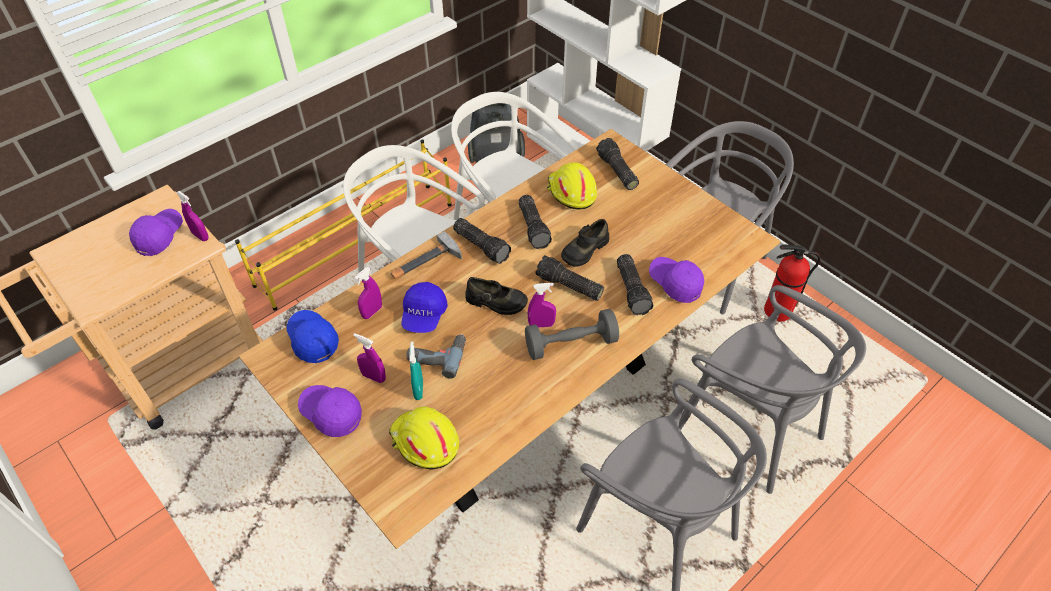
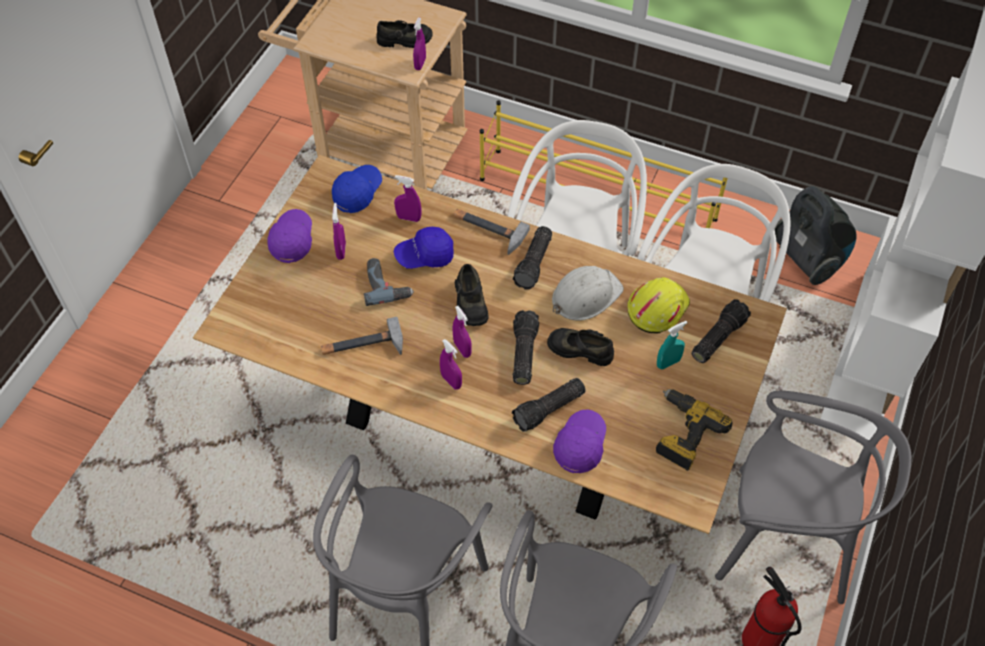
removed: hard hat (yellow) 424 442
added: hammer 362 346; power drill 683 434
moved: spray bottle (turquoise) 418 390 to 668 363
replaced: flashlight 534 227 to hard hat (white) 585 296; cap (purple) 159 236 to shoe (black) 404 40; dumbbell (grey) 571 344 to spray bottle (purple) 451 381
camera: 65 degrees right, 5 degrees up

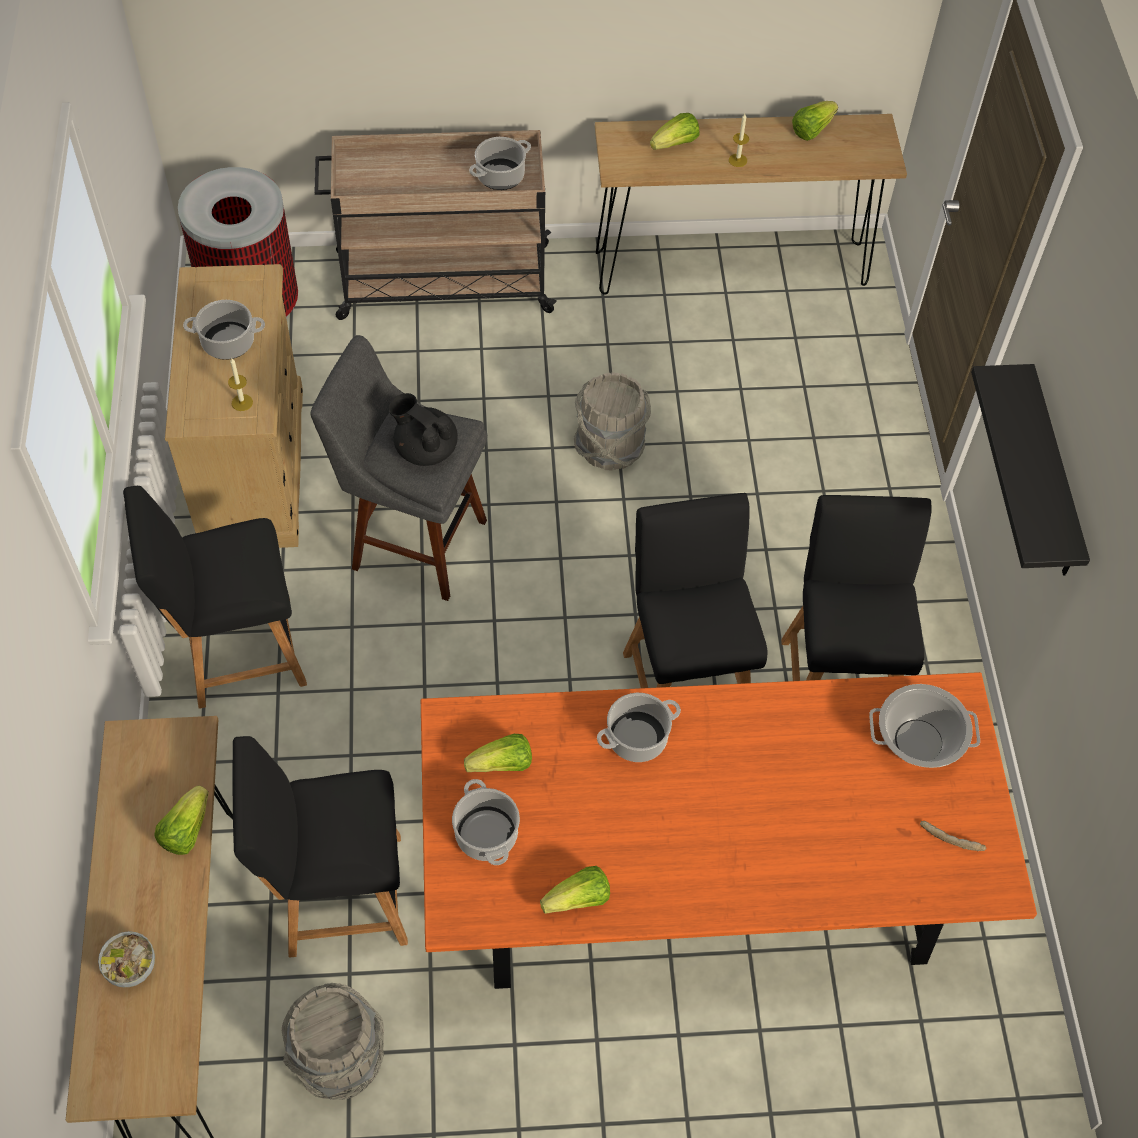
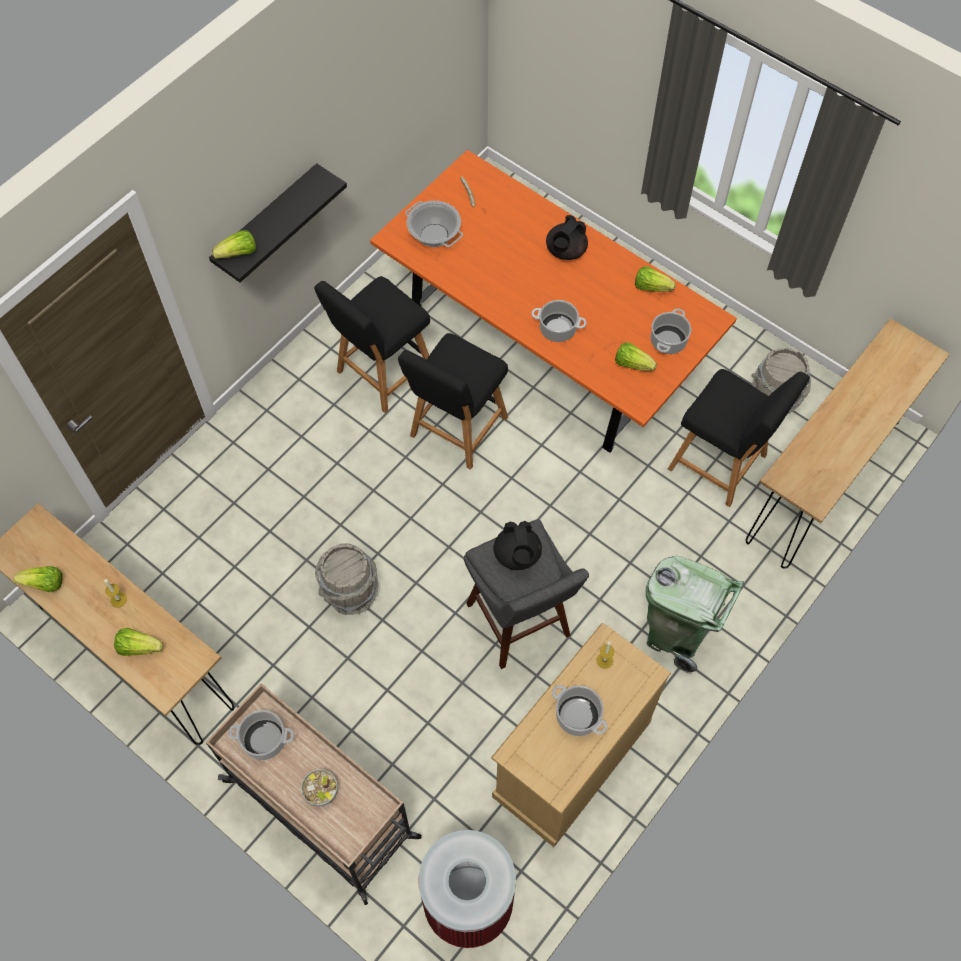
added: teapot (black) 565 251
moved: lettuce 186 830 to 238 254; bowl 131 968 to 321 791
replaced: chair (black) 237 652 to trash can (green) 676 635
camera: 135 degrees left, 5 degrees up

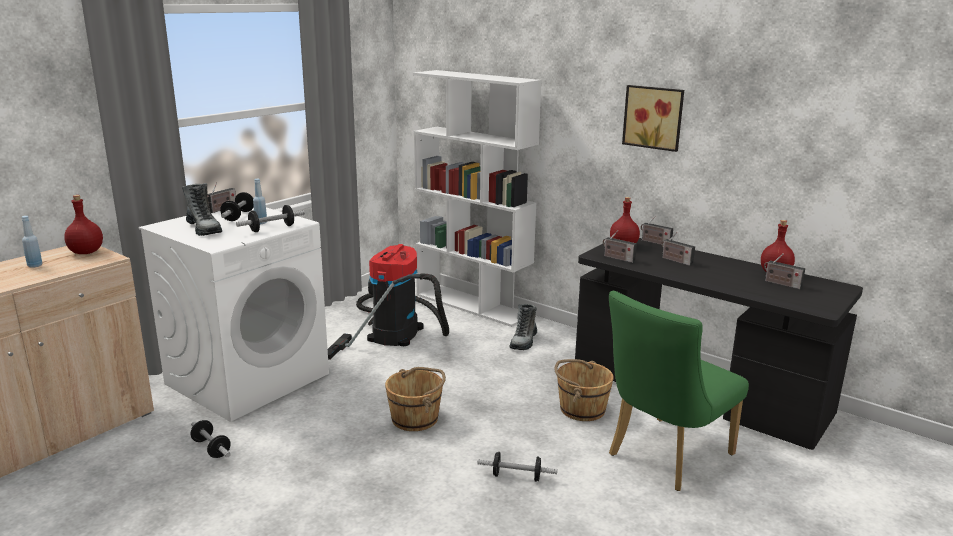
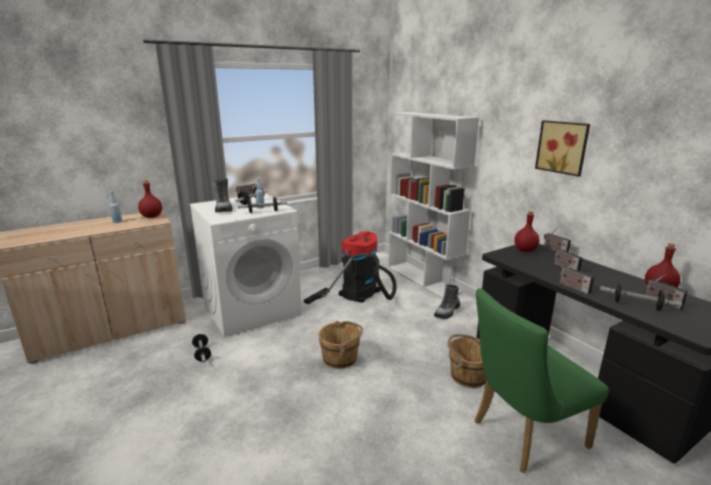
moved: radio 617 258 to 573 287; dumbbell 516 476 to 636 305
camera: 20 degrees right, 0 degrees up

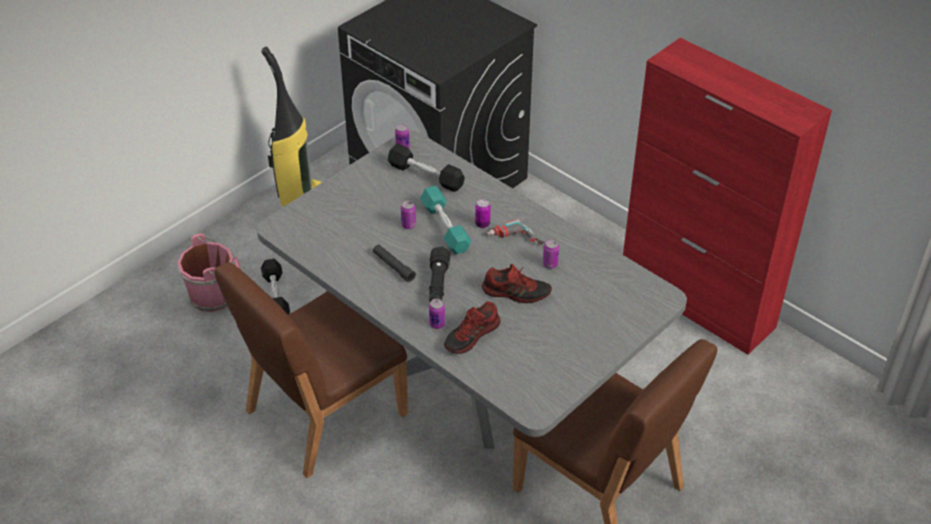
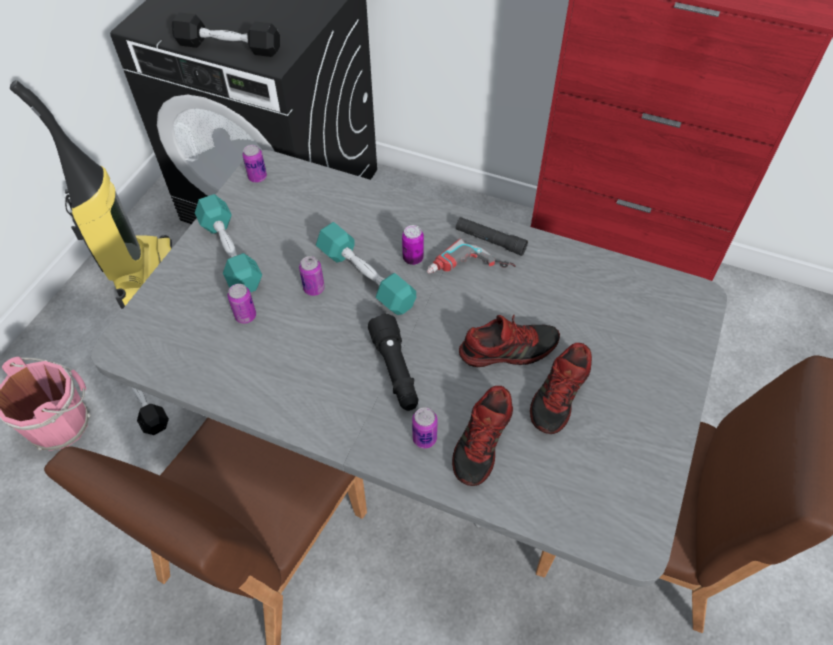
added: dumbbell (turquoise) 230 253; shoe 560 396
moved: dumbbell (black) 425 175 to 228 47; can 550 264 to 245 316; flashlight (black) 393 266 to 490 241
camera: 20 degrees left, 10 degrees up

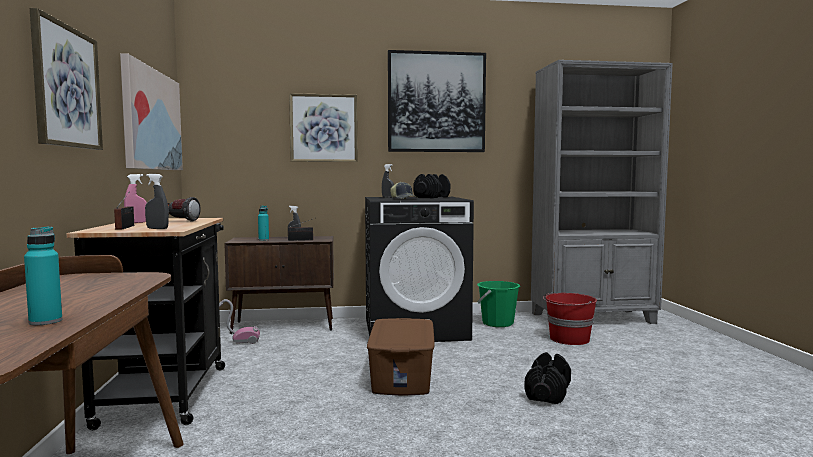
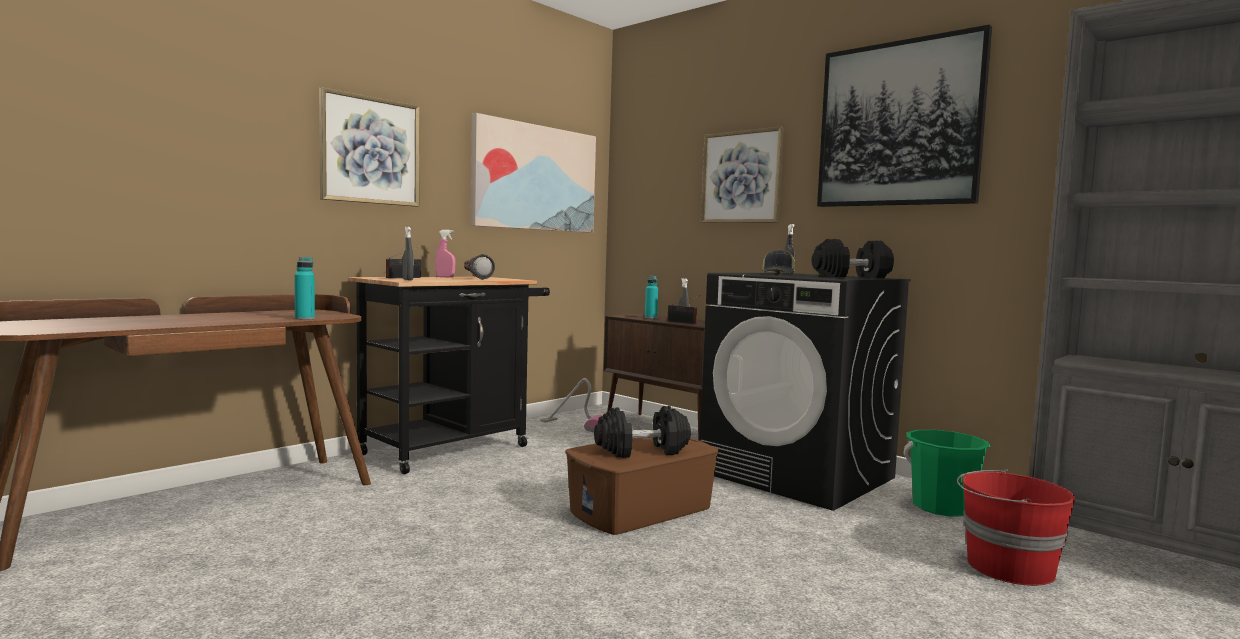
moved: bottle (turquoise) 45 321 to 304 318; dumbbell (black) 548 392 to 642 451
camera: 50 degrees right, 0 degrees up

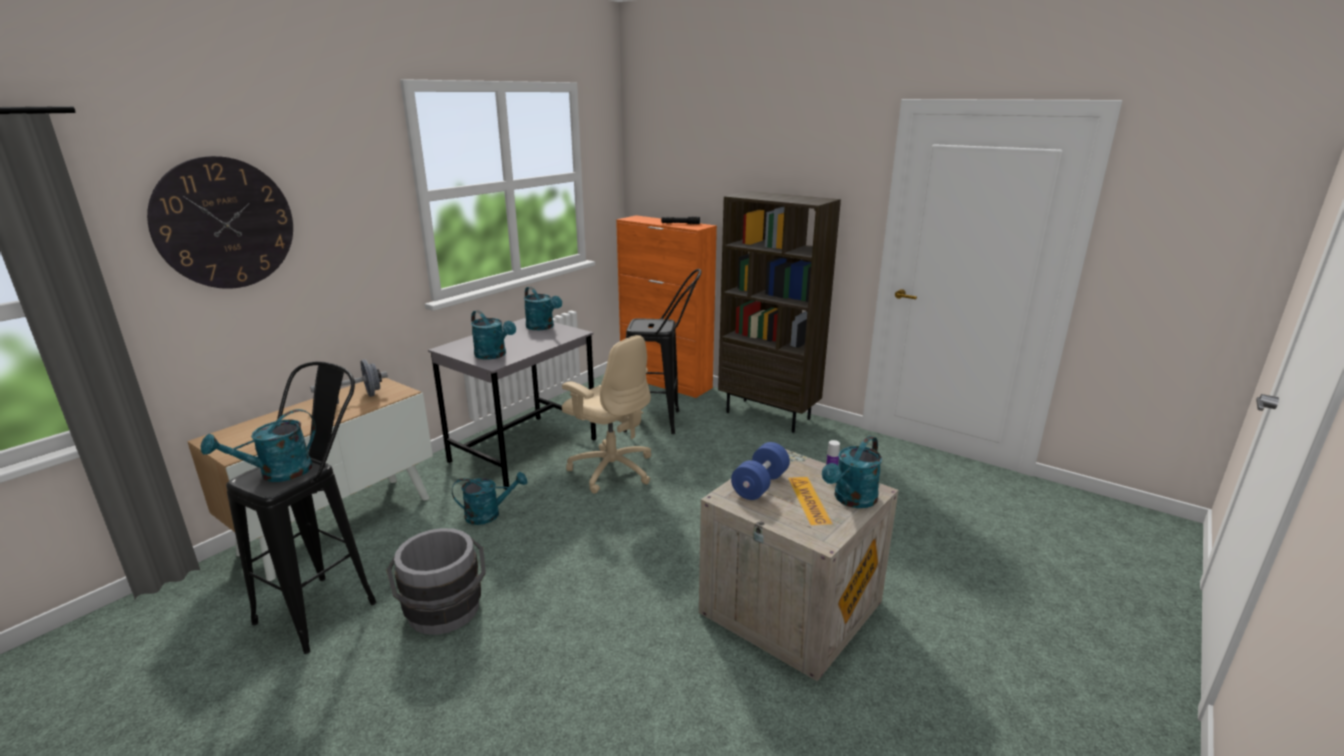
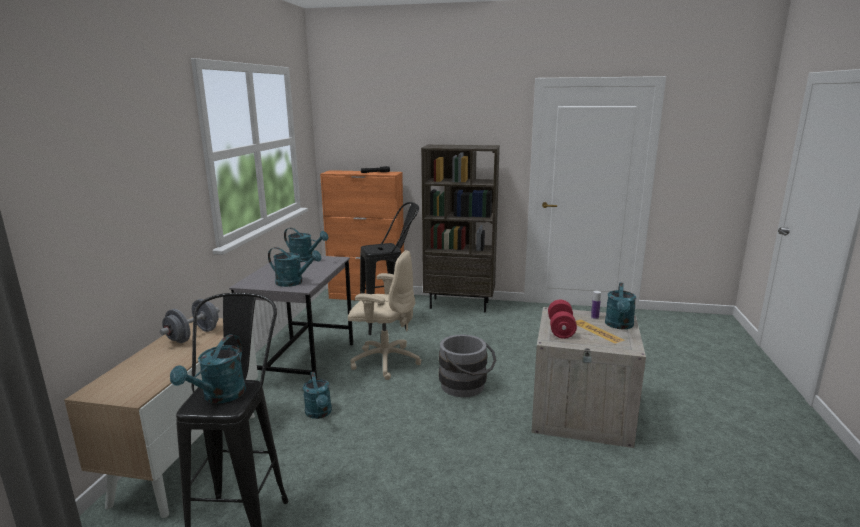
removed: wall clock 224 223
moved: bucket (grey) 445 614 to 466 387
recoloured: dumbbell (blue) 760 485 to dumbbell (red) 561 329
turned: watering can (turquoise) 489 514 = 319 414 105 degrees clockwise
camera: 25 degrees left, 5 degrees down

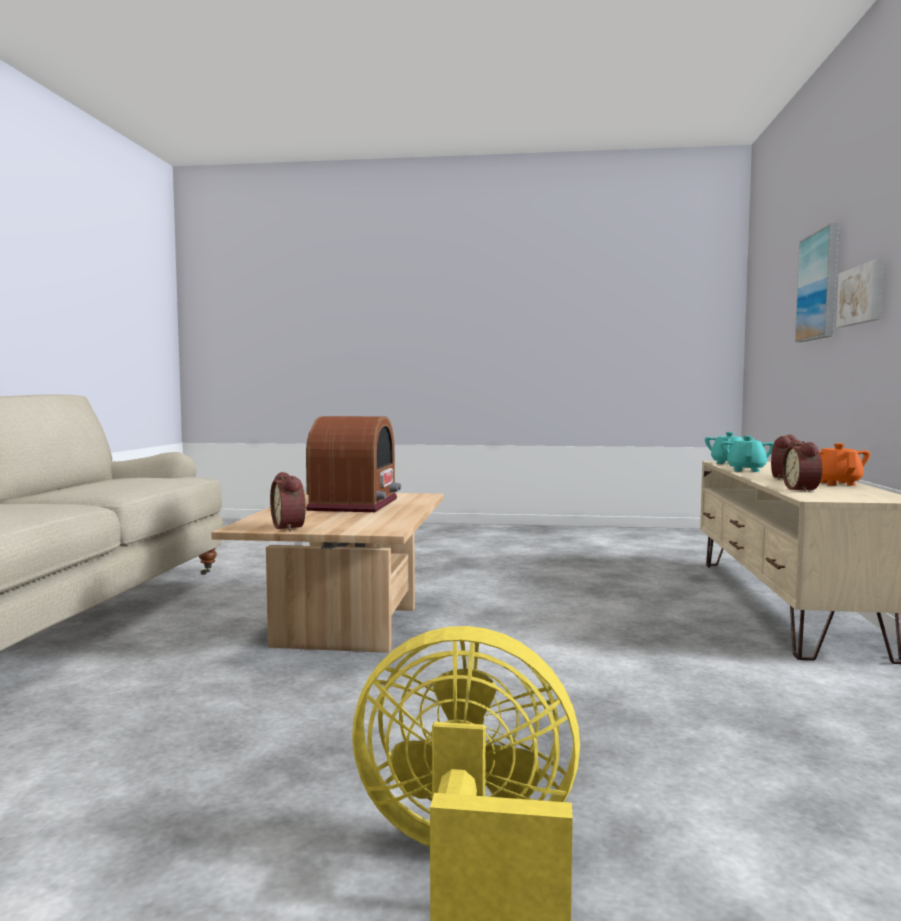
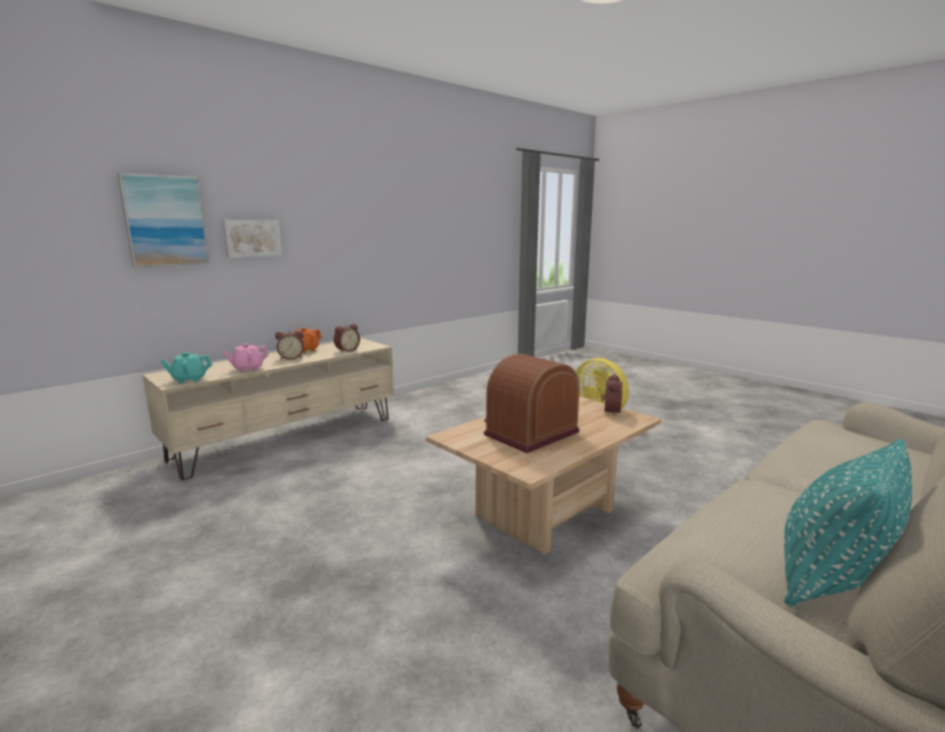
added: pillow (turquoise) 831 579
recoloured: teapot (turquoise) 746 470 to teapot (pink) 247 369
camera: 140 degrees left, 10 degrees up

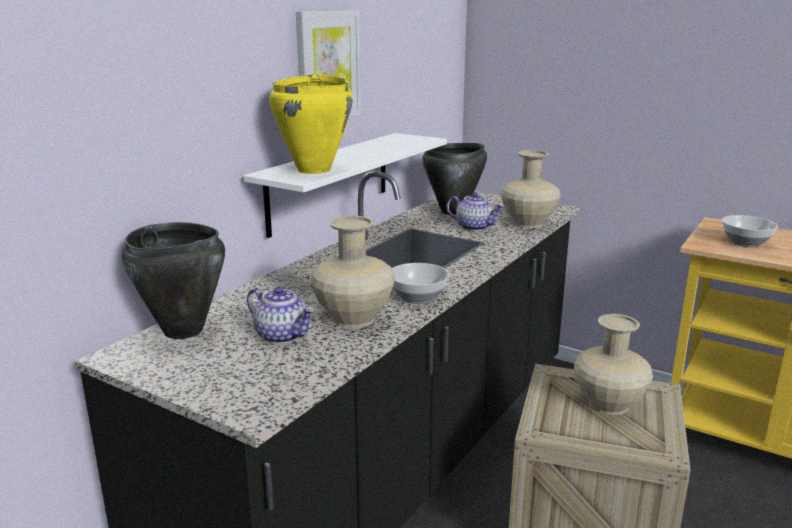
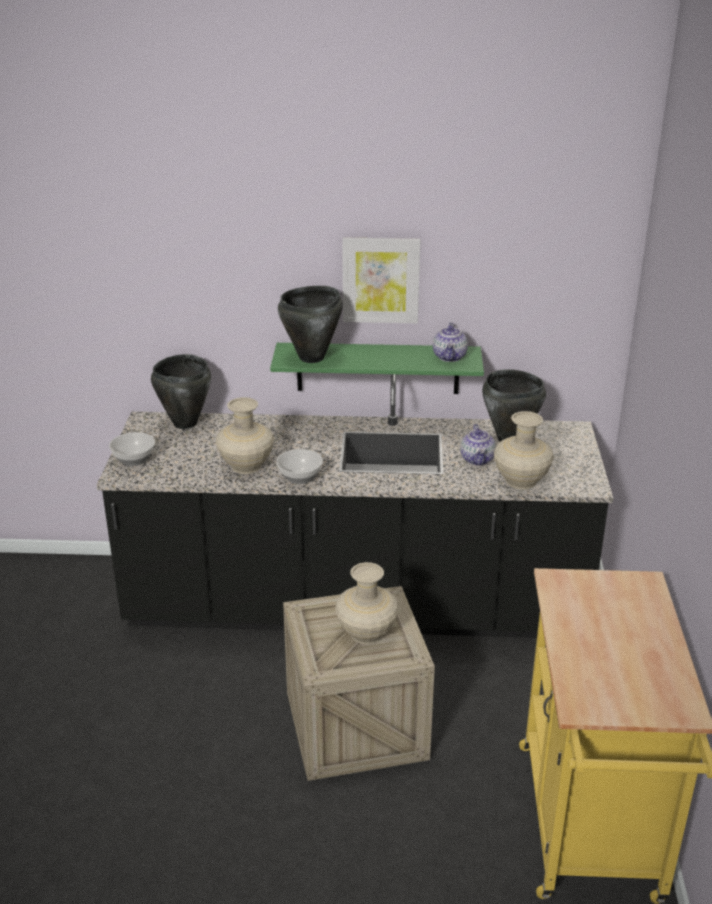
moved: bowl 746 242 to 134 460; teapot 282 335 to 450 357
recoloured: cooking pot (yellow) 315 170 to cooking pot (black) 312 358; shelf (white) 330 182 to shelf (green) 378 368
camera: 60 degrees right, 10 degrees up

